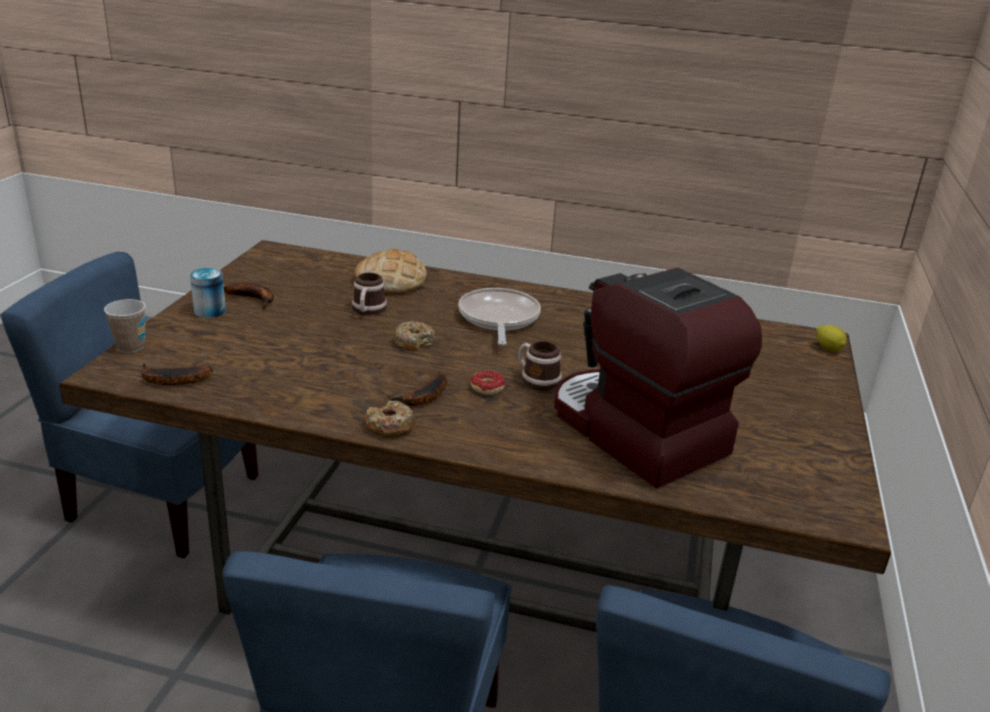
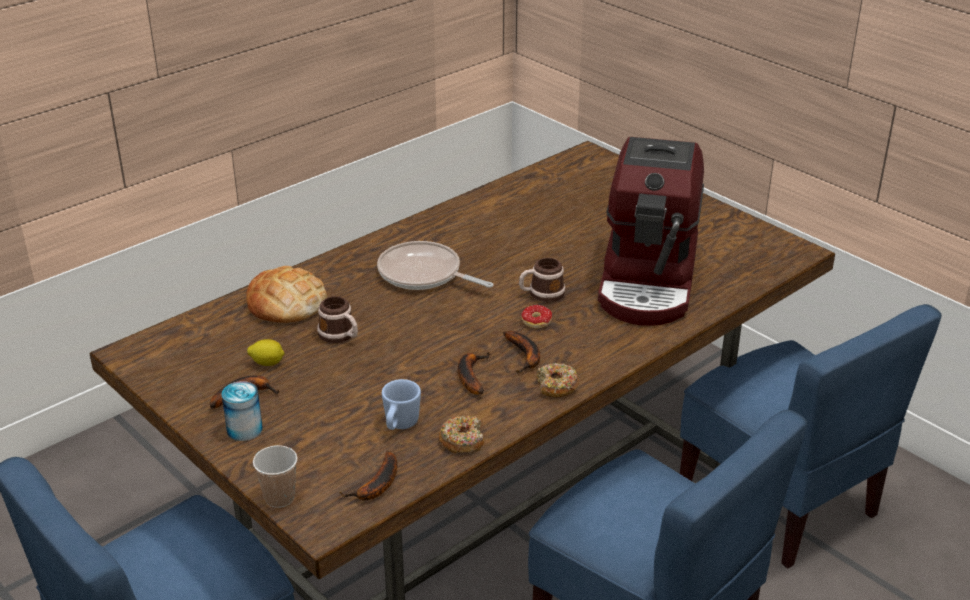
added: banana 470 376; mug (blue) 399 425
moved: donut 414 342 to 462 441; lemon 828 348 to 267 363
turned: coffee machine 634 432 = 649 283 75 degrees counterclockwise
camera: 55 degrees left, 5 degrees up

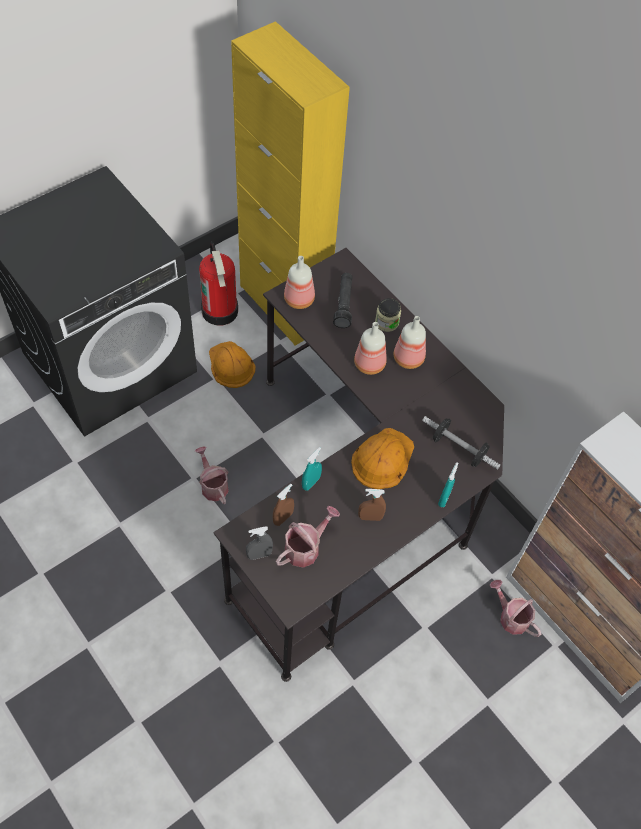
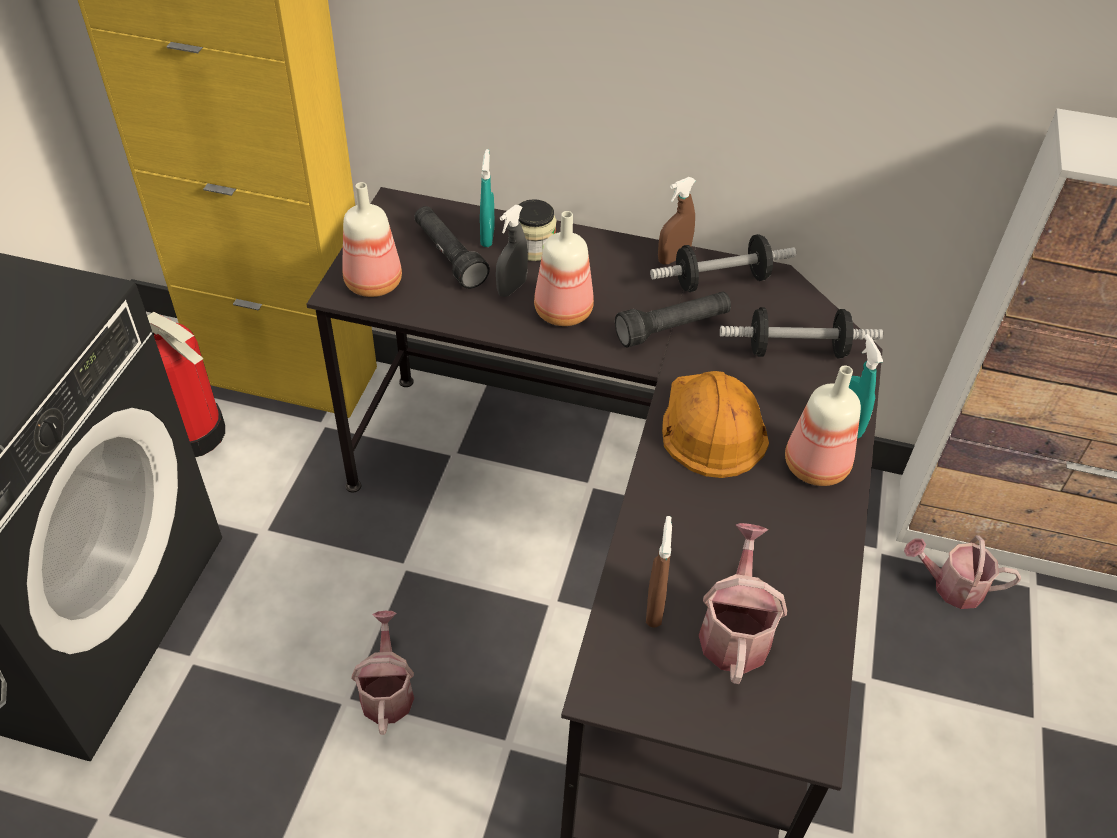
removed: hard hat (orange) 230 365
added: dumbbell 720 281; flashlight (black) 672 328
moved: bottle 409 359 to 817 465; spray bottle (turquoise) 311 482 to 487 237; spray bottle (brown) 370 517 to 673 258; spray bottle (grey) 259 555 to 511 288
turned: watering can 213 485 = 387 691 60 degrees clockwise
camera: 35 degrees left, 10 degrees down

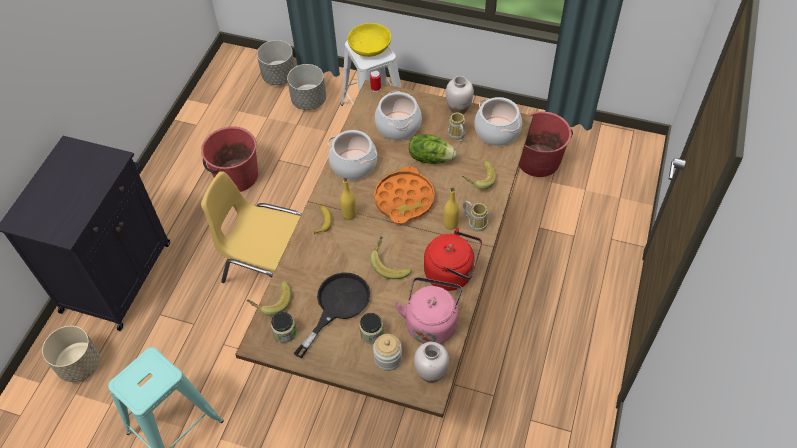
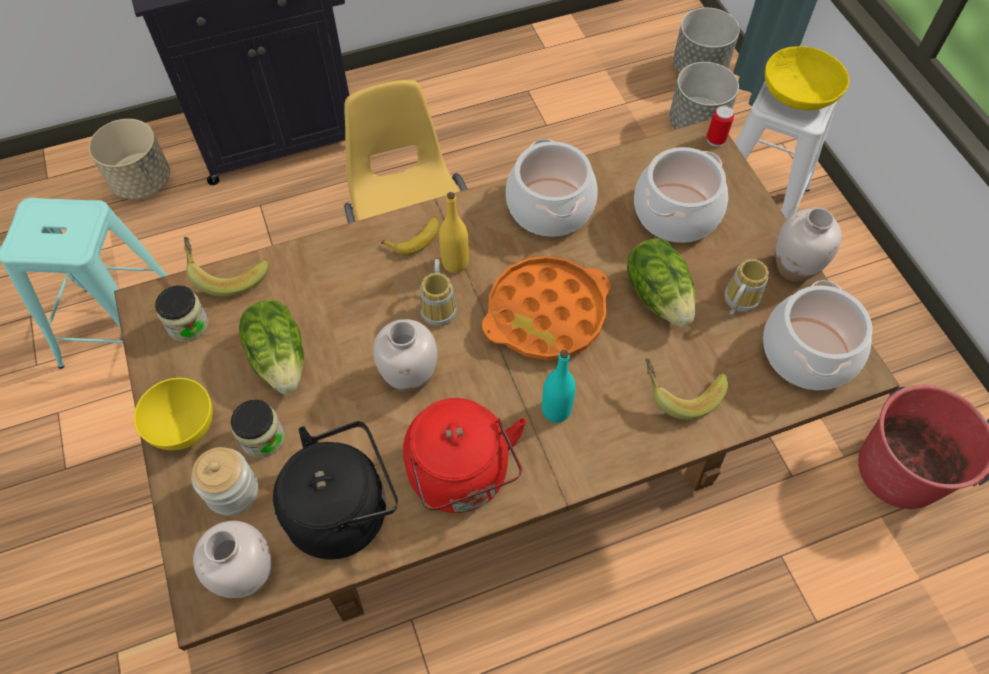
removed: bucket (red) 236 176
added: bowl (yellow) 185 427
moved: mug 476 222 to 441 307
replaced: banana 390 264 to vase (white) 410 377; frying pan (black) 337 306 to lettuce 281 358
recoloured: bottle (yellow) 450 224 to bottle (turquoise) 556 410; kettle (pink) 431 322 to kettle (black) 344 509
camera: 50 degrees right, 5 degrees up

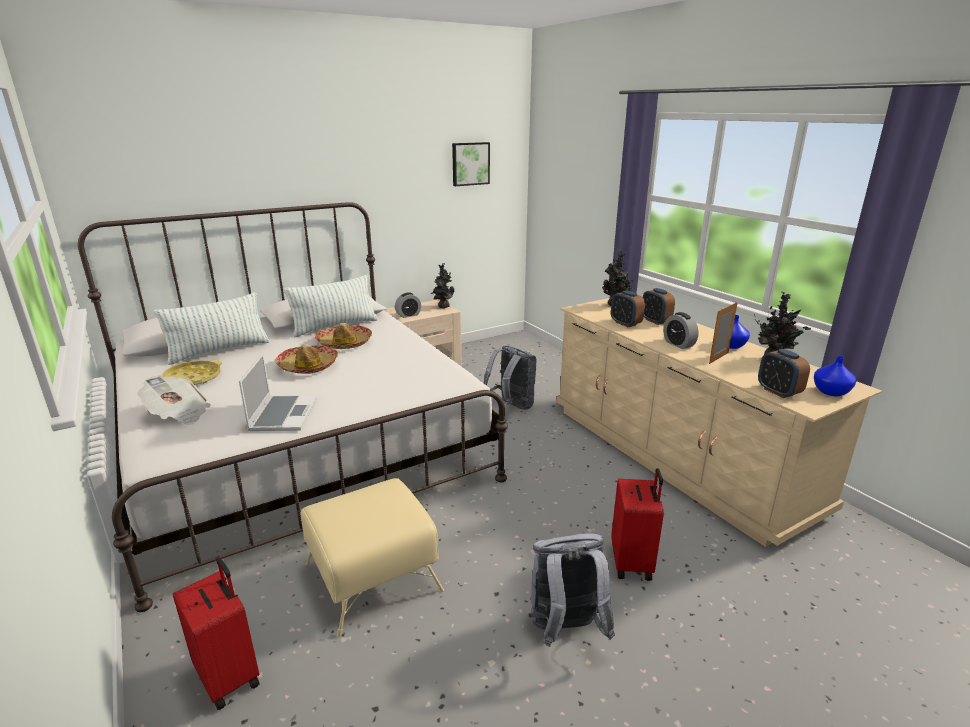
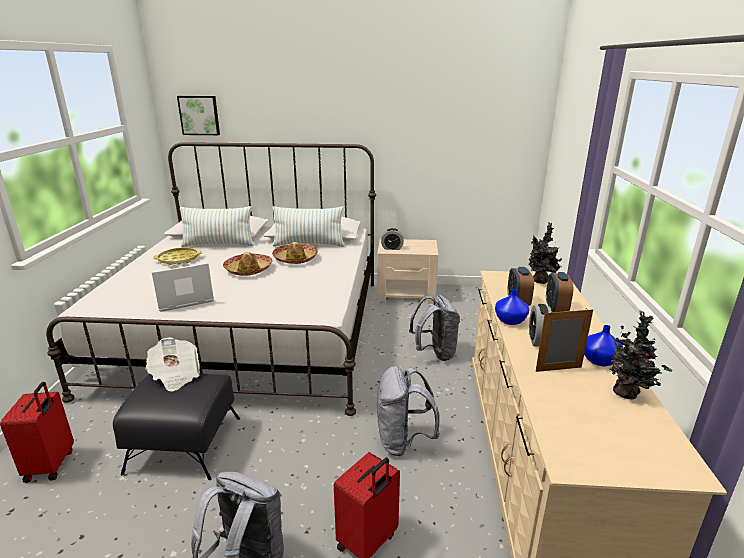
removed: potted plant 442 306; alarm clock 778 392
added: backpack (grey) 403 441
moved: picture 470 164 to 199 115; vase (blue) 830 391 to 510 320; newspaper 178 414 to 175 375
recoloured: ottoman (beige) 374 576 to ottoman (black) 185 445
turned: laptop 283 414 = 183 300 150 degrees counterclockwise
camera: 35 degrees right, 0 degrees up

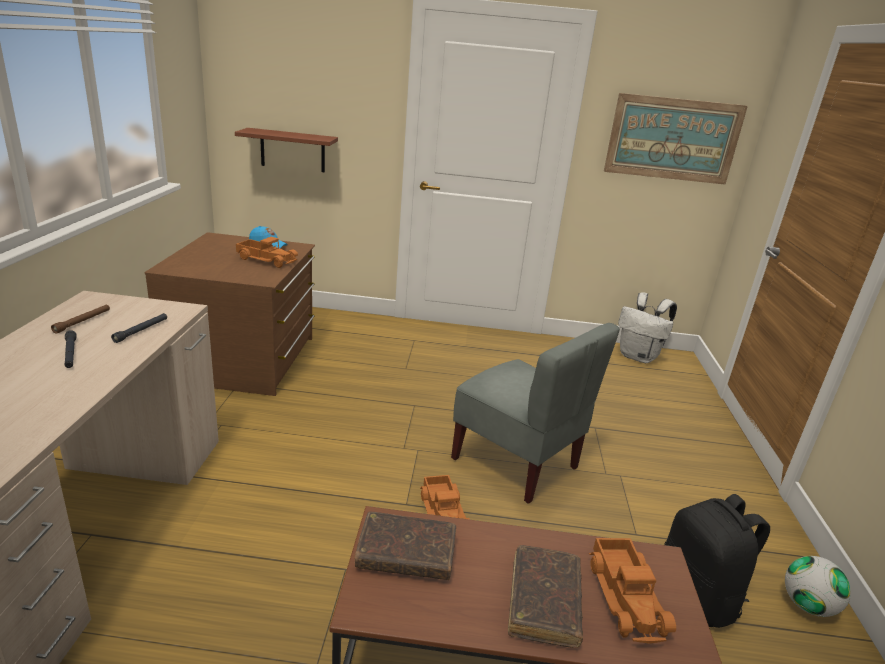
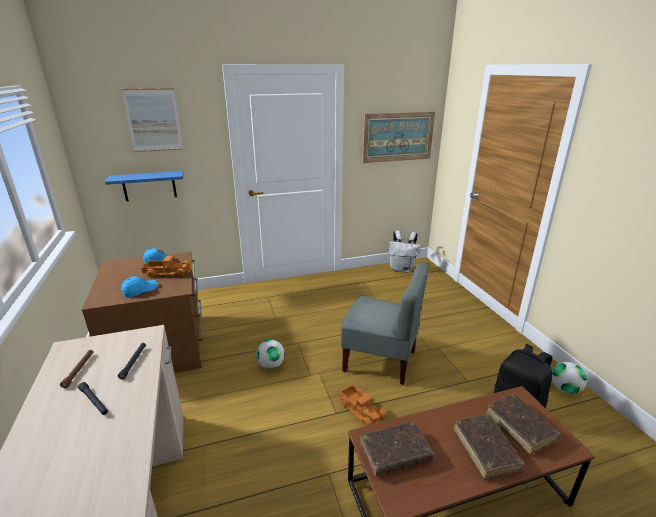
added: picture 153 120; cap (blue) 140 290; football 271 365
replaced: toy truck 627 597 to book (brown) 520 427
recoloured: shelf (brown) 292 150 to shelf (blue) 149 186
camera: 20 degrees left, 0 degrees up

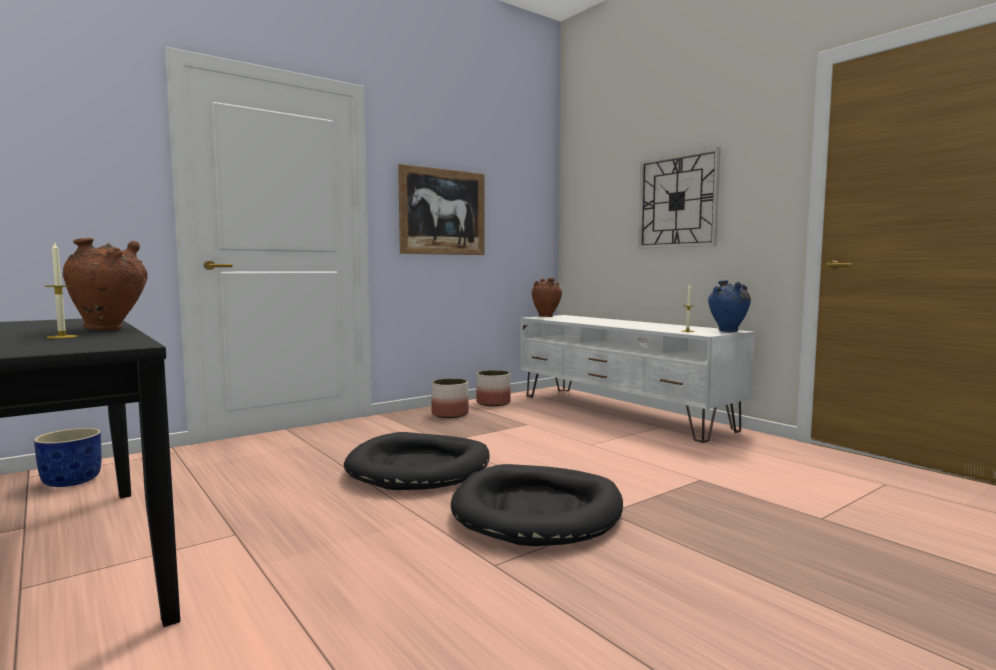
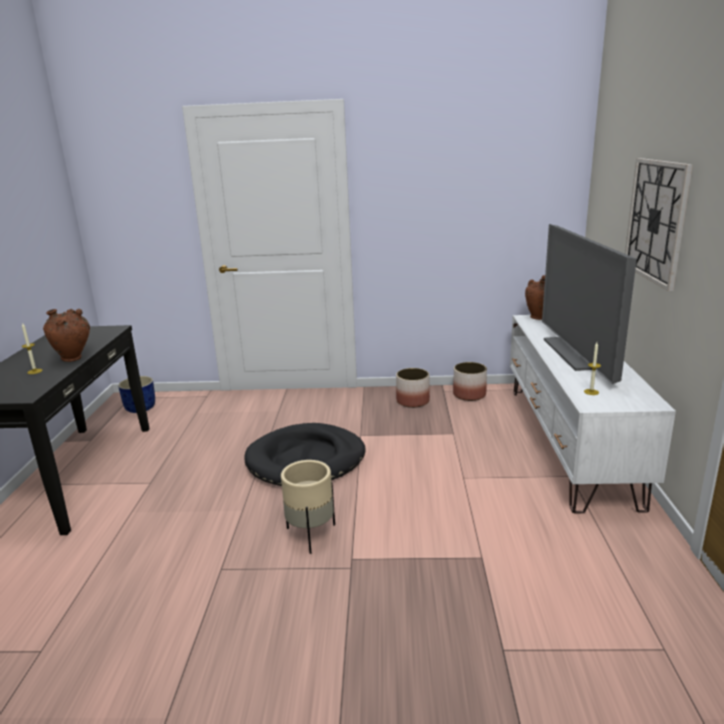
removed: picture 442 212; vase (blue) 728 331
added: television 580 353
replaced: dog bed (black) 538 511 to planter (beige) 311 535
camera: 40 degrees right, 15 degrees up

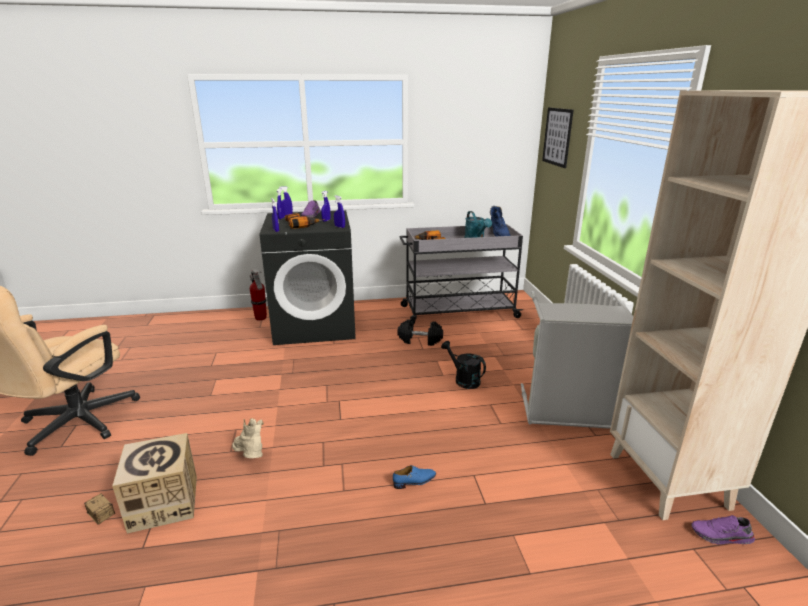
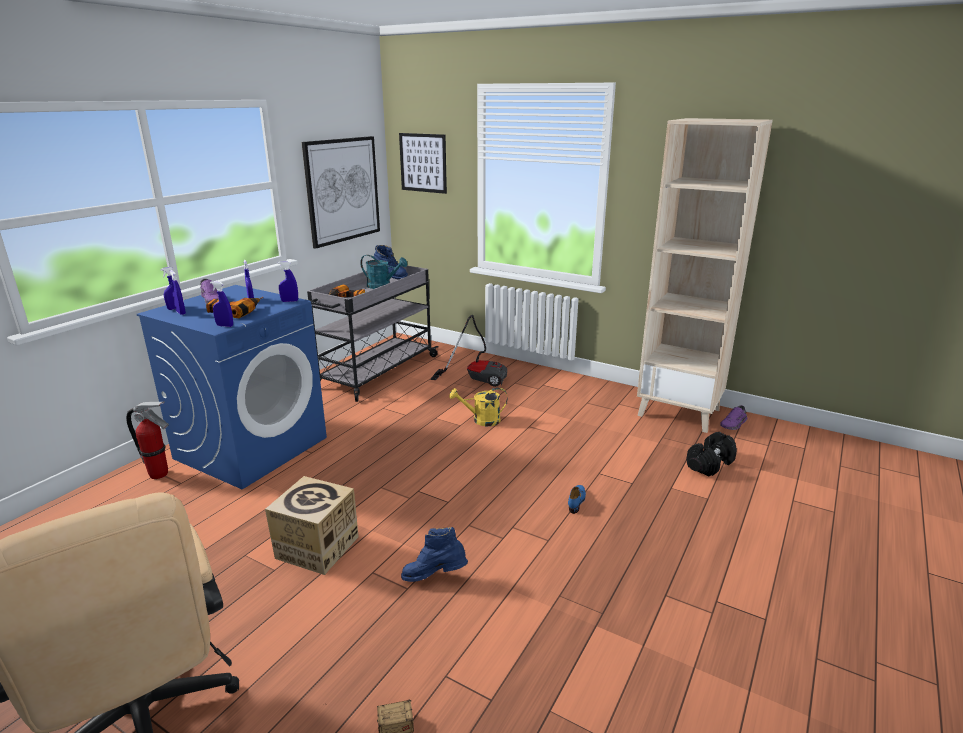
removed: laundry basket (grey) 567 413
added: picture 342 190; vacuum cleaner 477 378
moved: dumbbell (black) 420 340 to 710 464; cardboard box 164 503 to 317 547
recoloured: washing machine (black) 315 325 to washing machine (blue) 252 447; watering can (black) 463 379 to watering can (yellow) 481 420; boot (beige) 251 457 to boot (blue) 435 577
camera: 50 degrees left, 0 degrees up

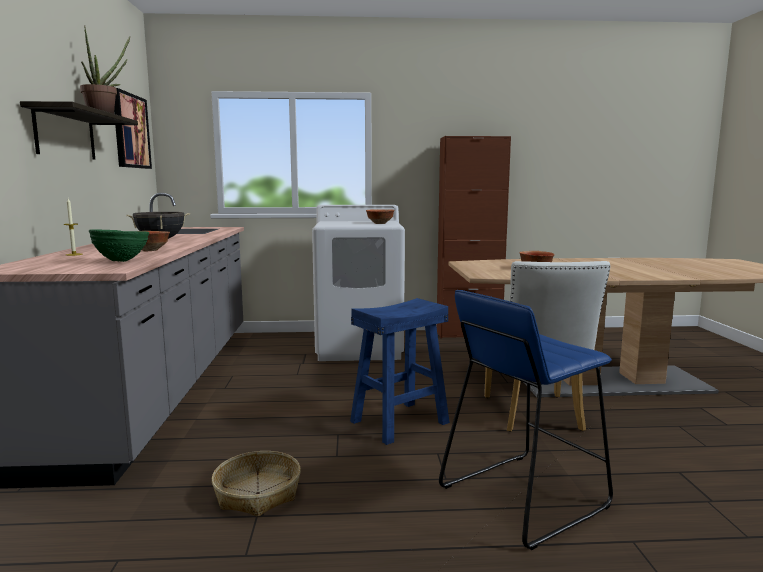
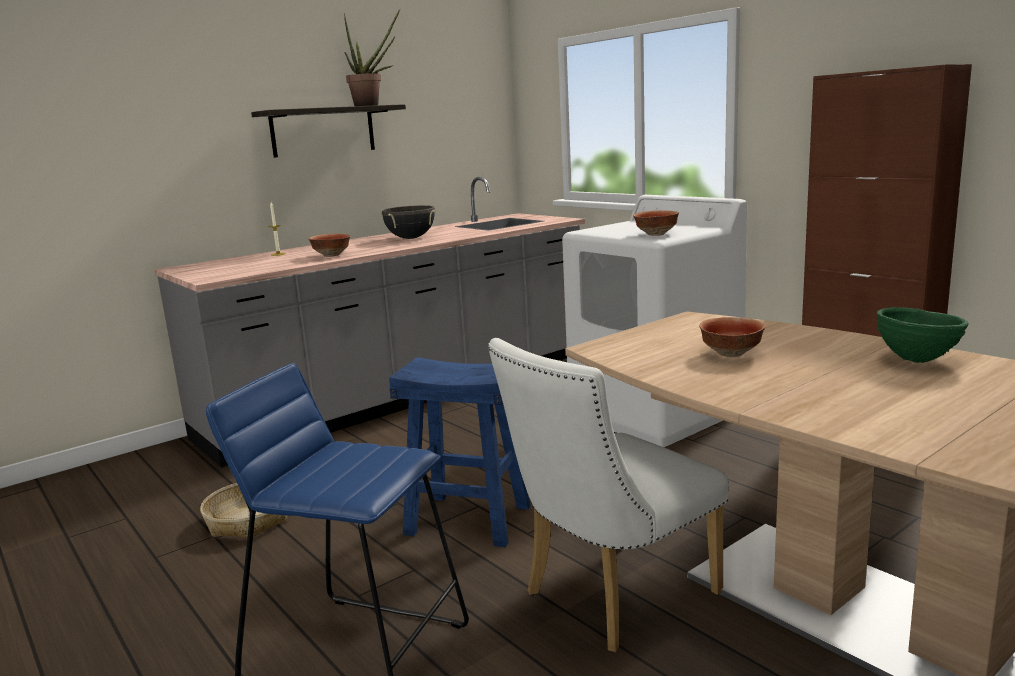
removed: picture 130 131
moved: bowl (green) 122 261 to 917 360
camera: 55 degrees right, 5 degrees up

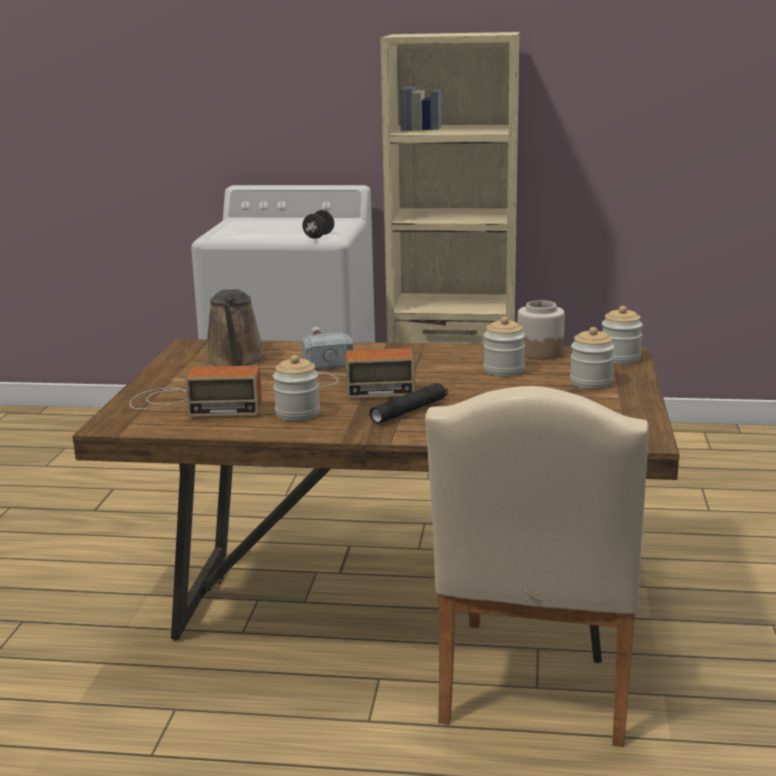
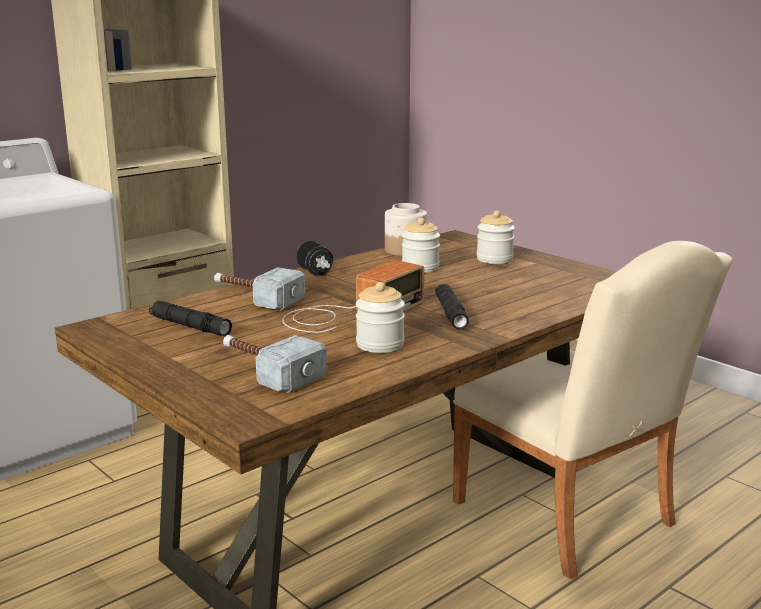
removed: jar 620 358
moved: dumbbell (black) 319 236 to 314 272
replaced: watering can (brown) 235 362 to flashlight (black) 190 326; radio 192 403 to hammer 266 371
camera: 50 degrees left, 0 degrees up

